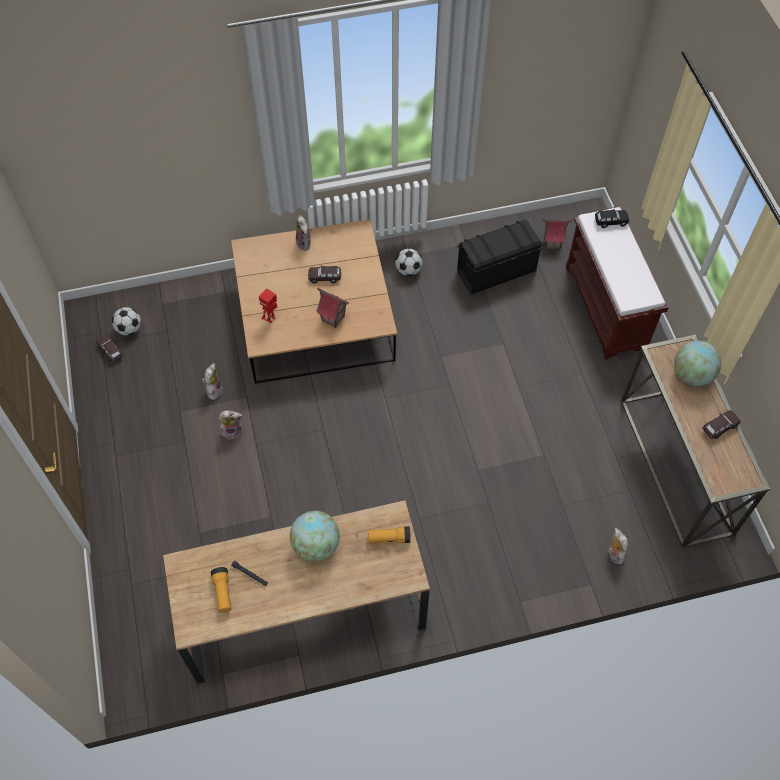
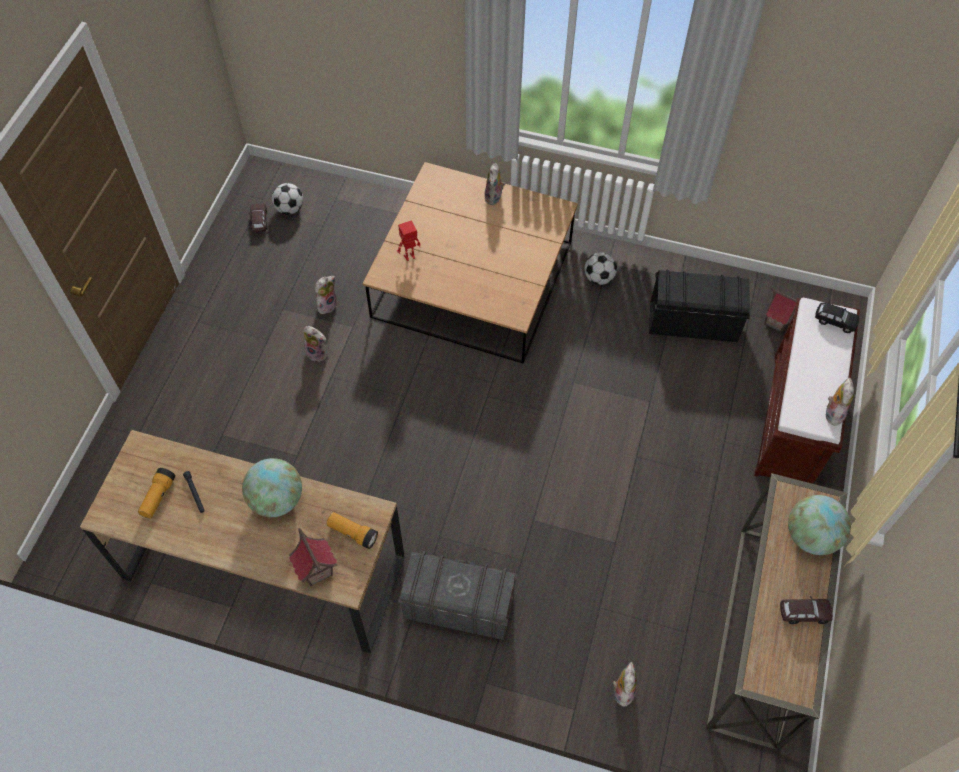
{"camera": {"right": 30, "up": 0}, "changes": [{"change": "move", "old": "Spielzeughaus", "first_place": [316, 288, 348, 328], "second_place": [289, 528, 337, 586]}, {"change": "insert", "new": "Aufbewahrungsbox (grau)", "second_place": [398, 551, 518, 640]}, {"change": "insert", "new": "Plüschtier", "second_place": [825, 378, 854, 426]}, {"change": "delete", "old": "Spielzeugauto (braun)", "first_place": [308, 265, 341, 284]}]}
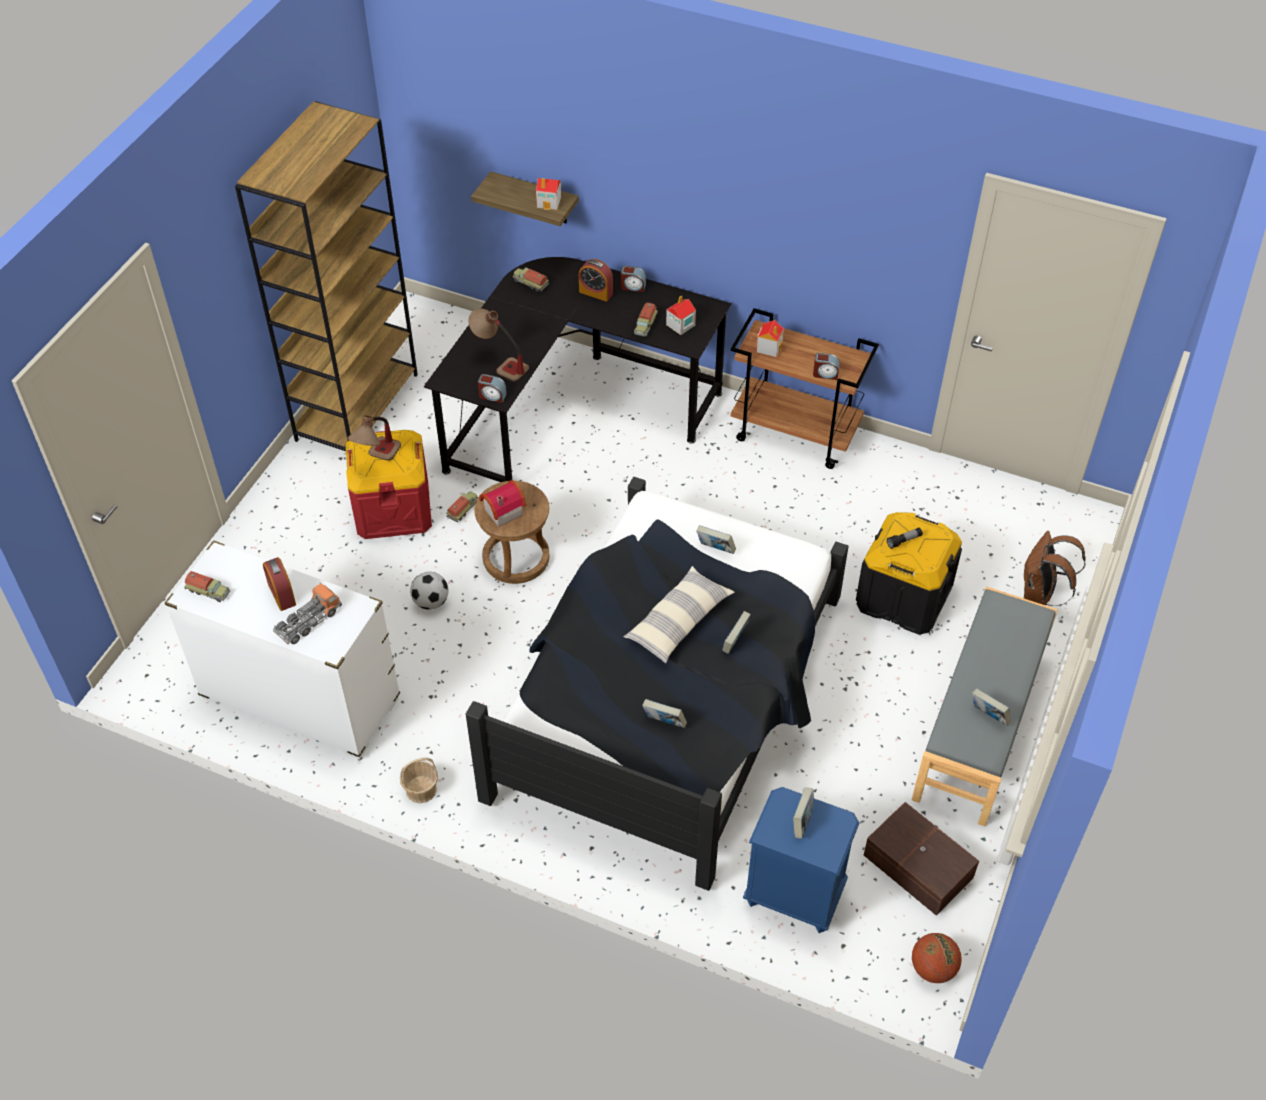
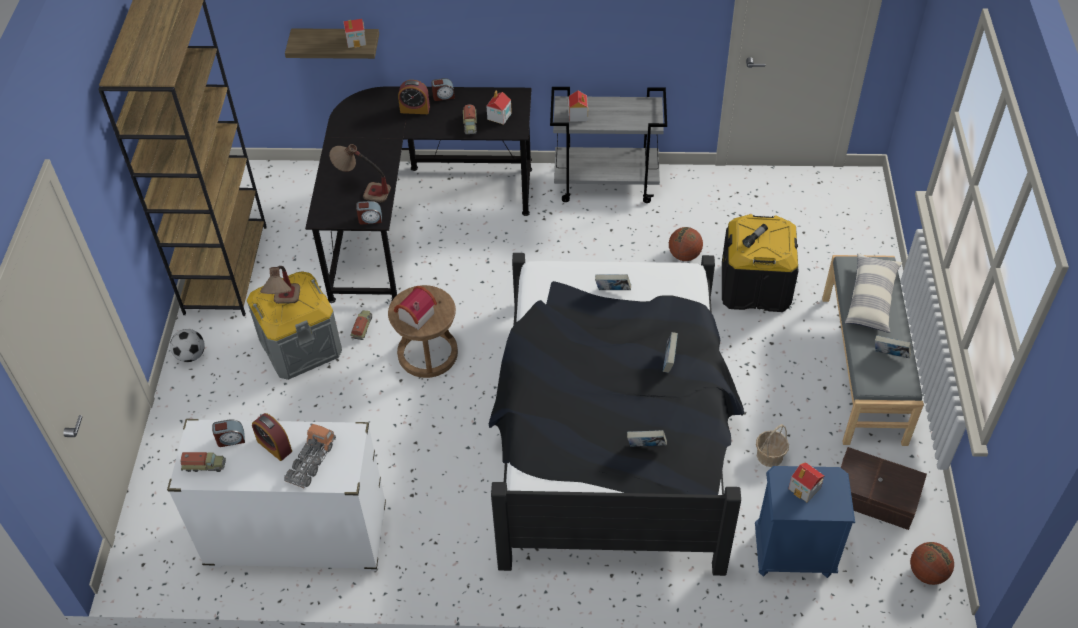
{"camera": {"right": -20, "up": 0}, "changes": [{"change": "move", "old": "Fußball", "first_place": [410, 572, 448, 610], "second_place": [170, 329, 205, 362]}, {"change": "move", "old": "Wecker", "first_place": [813, 353, 840, 380], "second_place": [212, 419, 245, 447]}, {"change": "recolor", "old": "Aufbewahrungsbox (rot)", "new": "Aufbewahrungsbox (grau)", "first_place": [346, 430, 432, 539], "second_place": [247, 271, 342, 380]}, {"change": "recolor", "old": "Rollwagen (braun)", "new": "Rollwagen (grau)", "first_place": [731, 308, 879, 469], "second_place": [550, 87, 667, 203]}, {"change": "insert", "new": "Basketball", "second_place": [669, 227, 703, 261]}, {"change": "move", "old": "Korb", "first_place": [400, 758, 438, 803], "second_place": [756, 424, 789, 467]}, {"change": "replace", "old": "Buch", "new": "Spielzeughaus", "first_place": [793, 787, 814, 839], "second_place": [788, 462, 824, 502]}, {"change": "move", "old": "Kissen", "first_place": [624, 566, 735, 664], "second_place": [845, 253, 902, 333]}, {"change": "delete", "old": "Spielzeuglaster", "first_place": [513, 267, 549, 292]}, {"change": "delete", "old": "Rucksack (braun)", "first_place": [1024, 531, 1086, 606]}]}
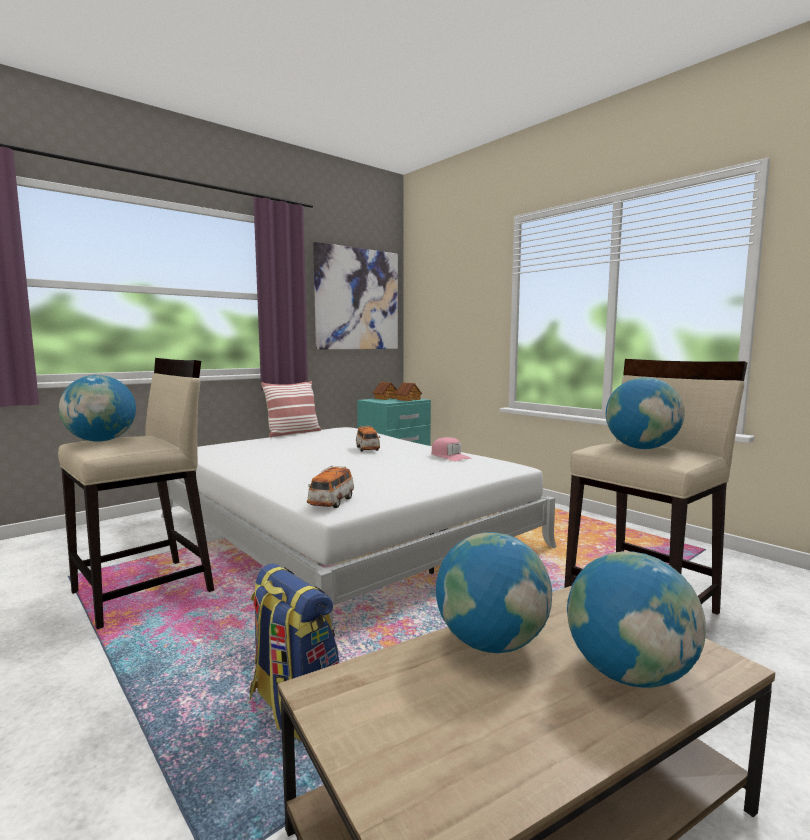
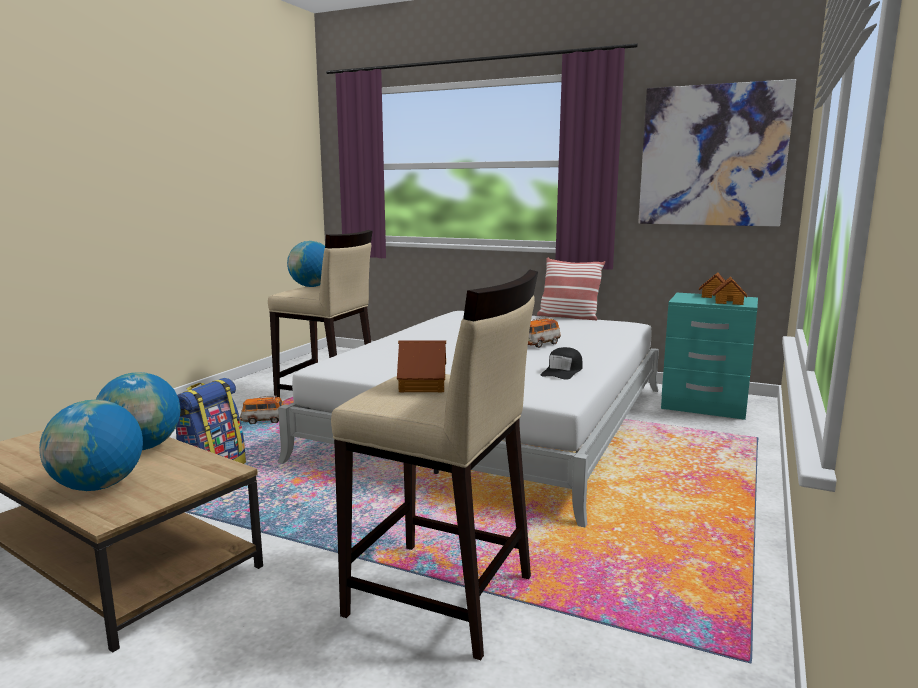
{"camera": {"right": 65, "up": 5}, "changes": [{"change": "move", "old": "Spielzeugauto", "first_place": [307, 466, 354, 508], "second_place": [240, 396, 284, 424]}, {"change": "replace", "old": "Globus", "new": "Spielzeughaus", "first_place": [606, 377, 685, 449], "second_place": [397, 340, 446, 393]}, {"change": "recolor", "old": "Kappe (rosa)", "new": "Kappe (schwarz)", "first_place": [431, 437, 471, 461], "second_place": [541, 347, 582, 380]}]}
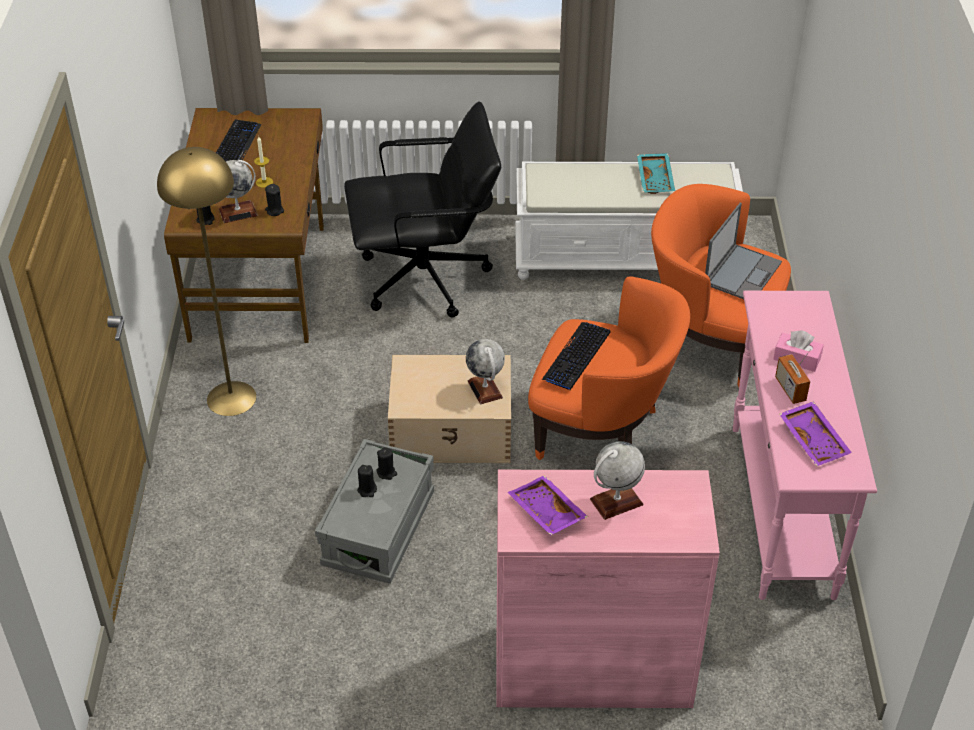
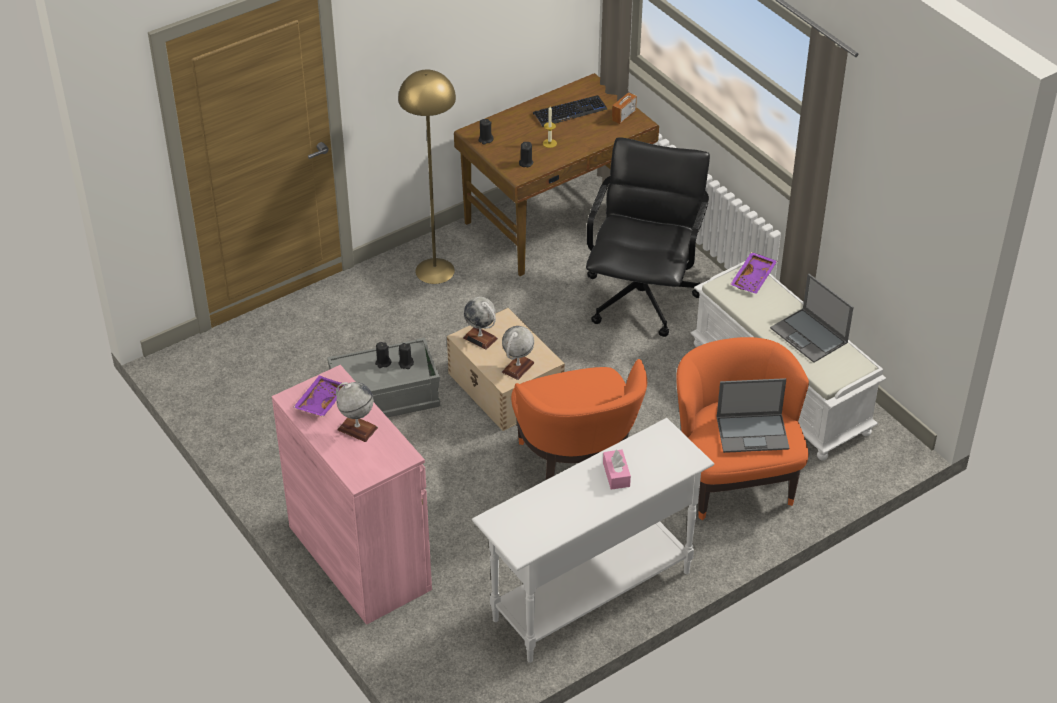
{"camera": {"right": 55, "up": 0}, "changes": [{"change": "move", "old": "Globus", "first_place": [219, 160, 258, 223], "second_place": [463, 297, 498, 350]}, {"change": "recolor", "old": "Konsolentisch (rosa)", "new": "Konsolentisch (weiß)", "first_place": [733, 291, 877, 600], "second_place": [472, 418, 714, 663]}, {"change": "rotate", "old": "Bürostuhl (schwarz)", "first_place": [344, 101, 501, 317], "second_place": [586, 137, 710, 337], "degrees": -120}, {"change": "move", "old": "Radio", "first_place": [775, 349, 811, 404], "second_place": [612, 87, 637, 124]}, {"change": "move", "old": "Tablett (lila)", "first_place": [779, 401, 852, 466], "second_place": [730, 252, 777, 294]}, {"change": "replace", "old": "Tablett (türkis)", "new": "Laptop", "first_place": [637, 153, 675, 194], "second_place": [770, 273, 853, 363]}, {"change": "delete", "old": "Tastatur", "first_place": [542, 322, 610, 391]}]}
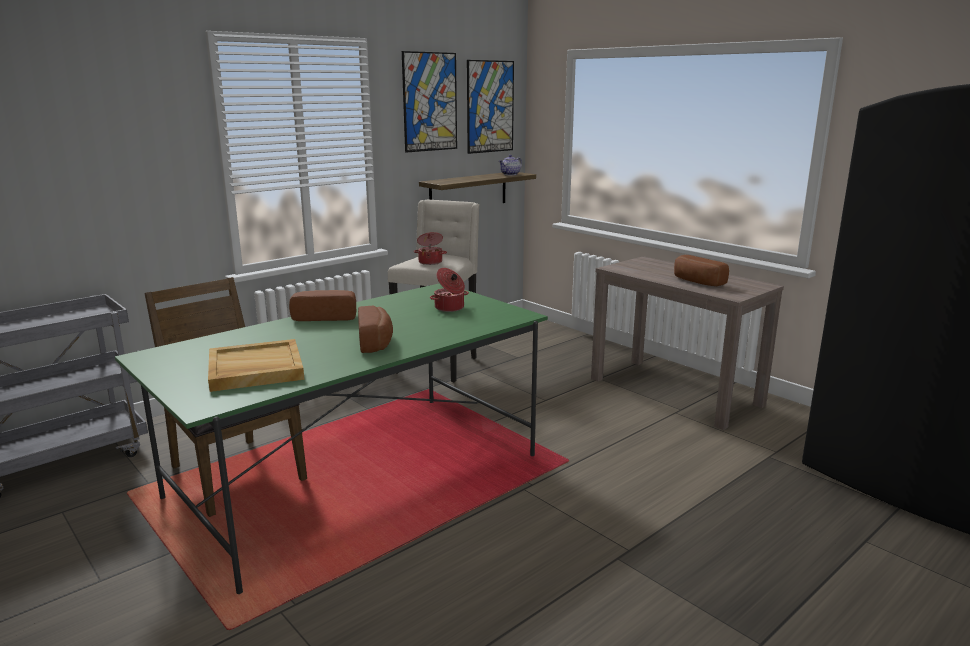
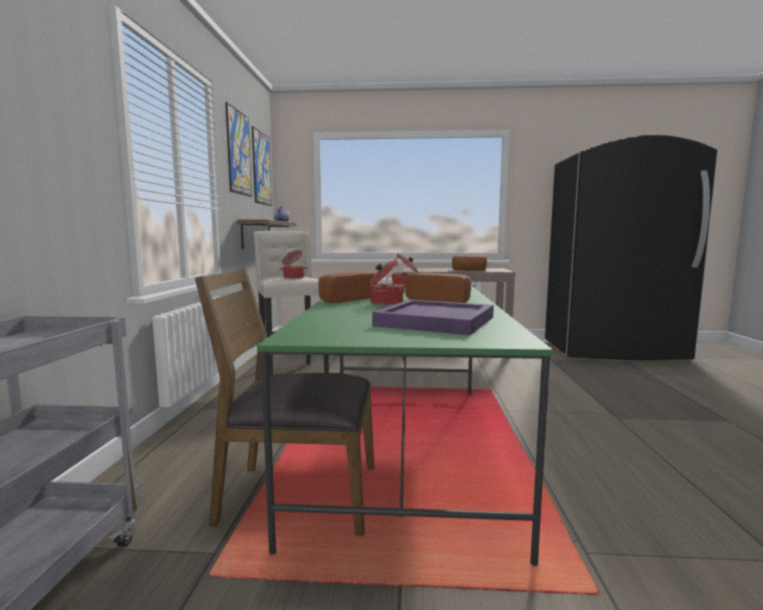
{"camera": {"right": -45, "up": -10}, "changes": [{"change": "insert", "new": "Kochtopf", "second_place": [370, 259, 404, 306]}, {"change": "recolor", "old": "Tablett (beige)", "new": "Tablett (lila)", "first_place": [208, 339, 304, 392], "second_place": [372, 300, 494, 335]}]}
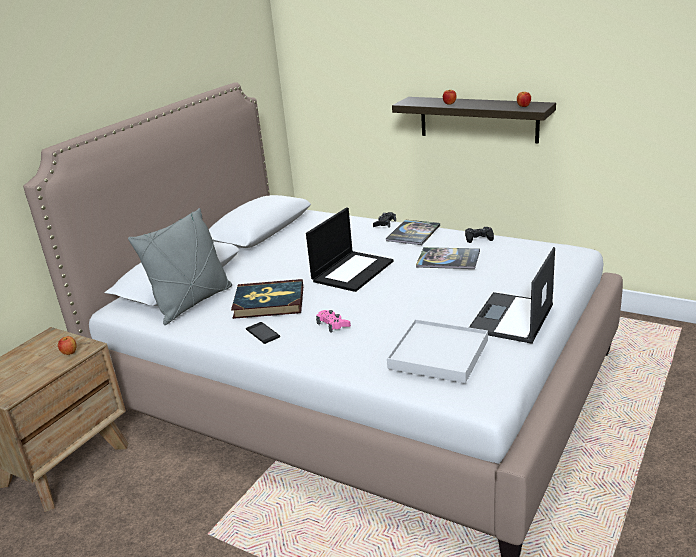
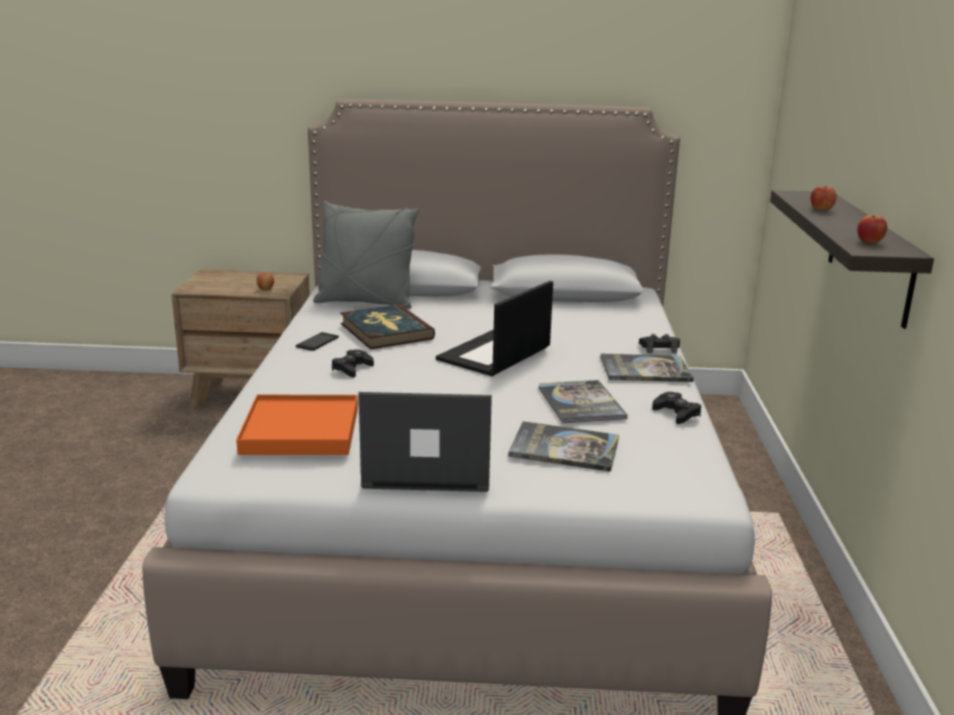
{"camera": {"right": 60, "up": -5}, "changes": [{"change": "recolor", "old": "Tablett (weiß)", "new": "Tablett (orange)", "first_place": [387, 319, 488, 384], "second_place": [236, 395, 358, 455]}, {"change": "recolor", "old": "Gamepad (rosa)", "new": "Gamepad (schwarz)", "first_place": [316, 310, 351, 333], "second_place": [332, 349, 374, 377]}, {"change": "rotate", "old": "Laptop", "first_place": [306, 208, 393, 292], "second_place": [436, 281, 553, 376], "degrees": 120}, {"change": "insert", "new": "Buch", "second_place": [508, 421, 619, 472]}]}
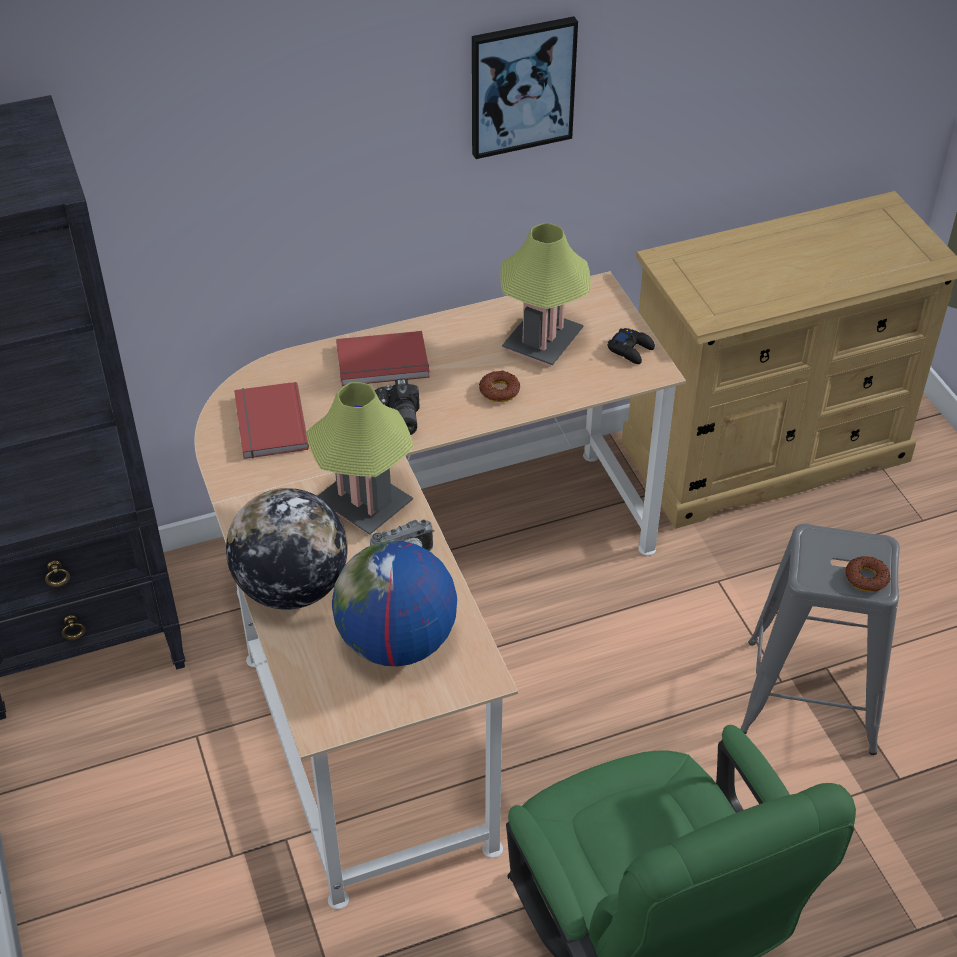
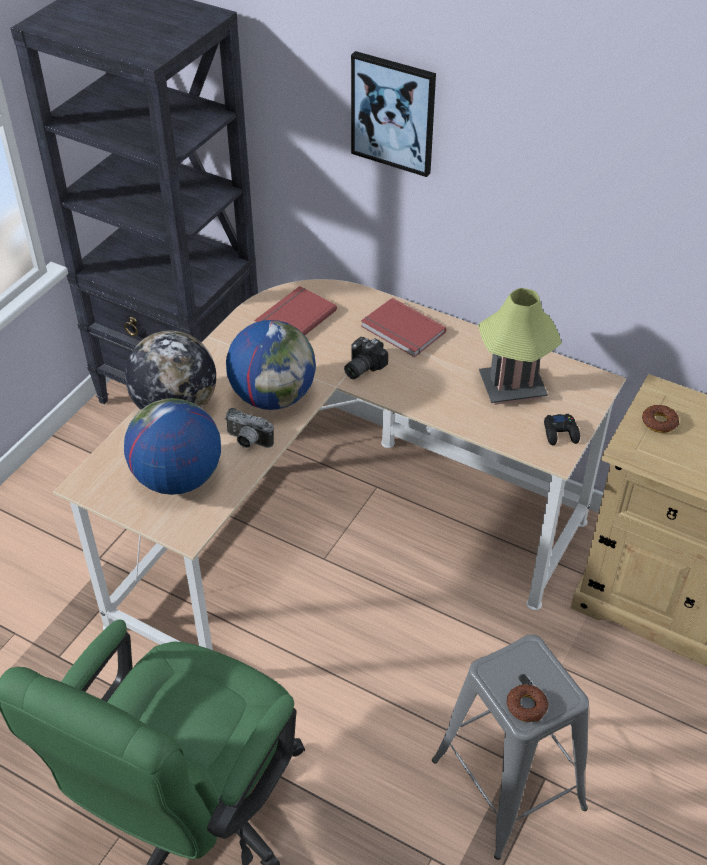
{"camera": {"right": 50, "up": 0}, "changes": [{"change": "replace", "old": "Tischlampe", "new": "Globus", "first_place": [306, 382, 414, 535], "second_place": [226, 320, 316, 410]}, {"change": "move", "old": "Bild", "first_place": [472, 16, 578, 159], "second_place": [351, 51, 436, 177]}, {"change": "move", "old": "Donut", "first_place": [479, 371, 520, 402], "second_place": [642, 405, 679, 433]}]}
